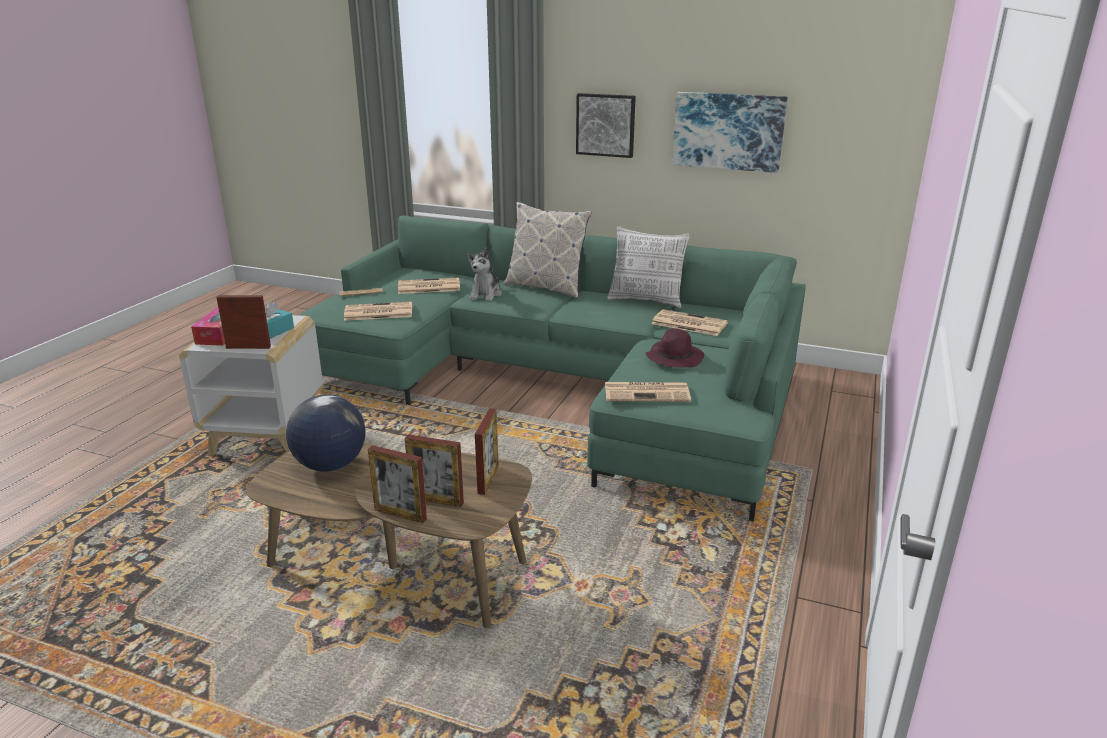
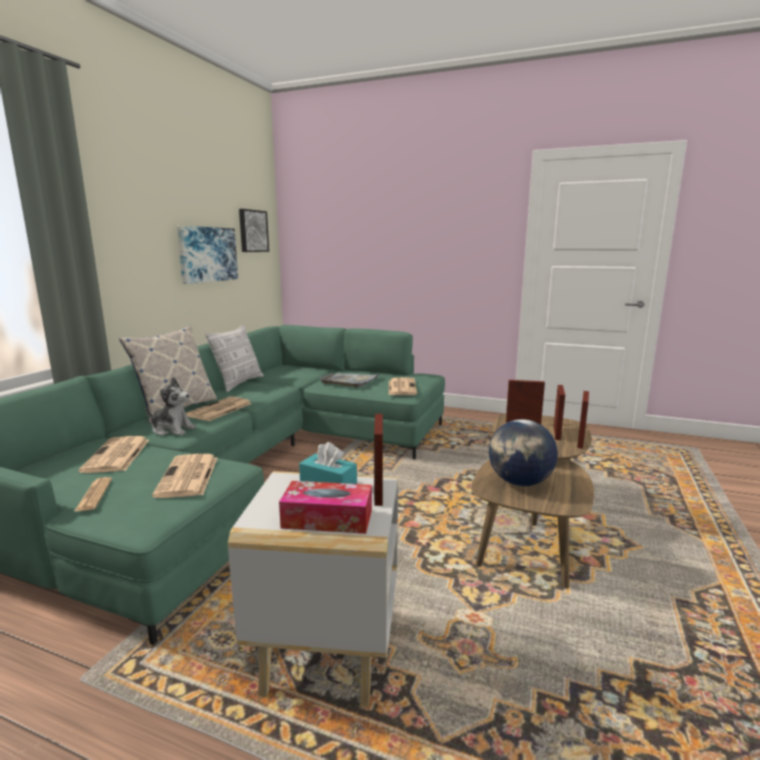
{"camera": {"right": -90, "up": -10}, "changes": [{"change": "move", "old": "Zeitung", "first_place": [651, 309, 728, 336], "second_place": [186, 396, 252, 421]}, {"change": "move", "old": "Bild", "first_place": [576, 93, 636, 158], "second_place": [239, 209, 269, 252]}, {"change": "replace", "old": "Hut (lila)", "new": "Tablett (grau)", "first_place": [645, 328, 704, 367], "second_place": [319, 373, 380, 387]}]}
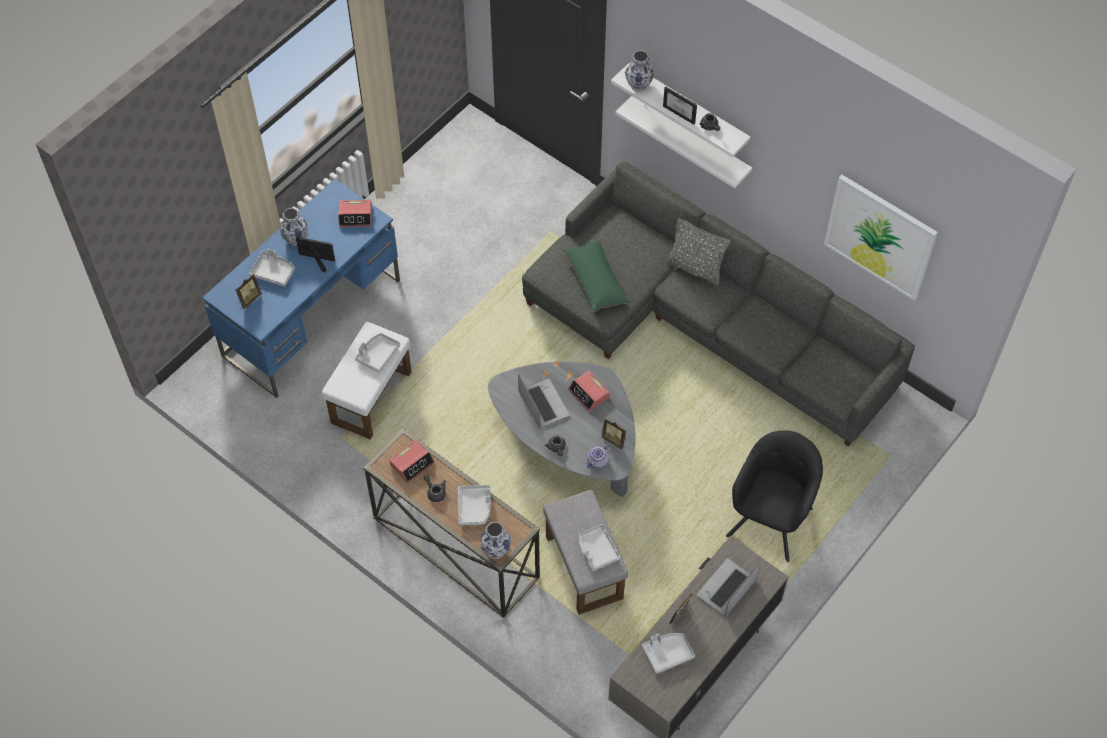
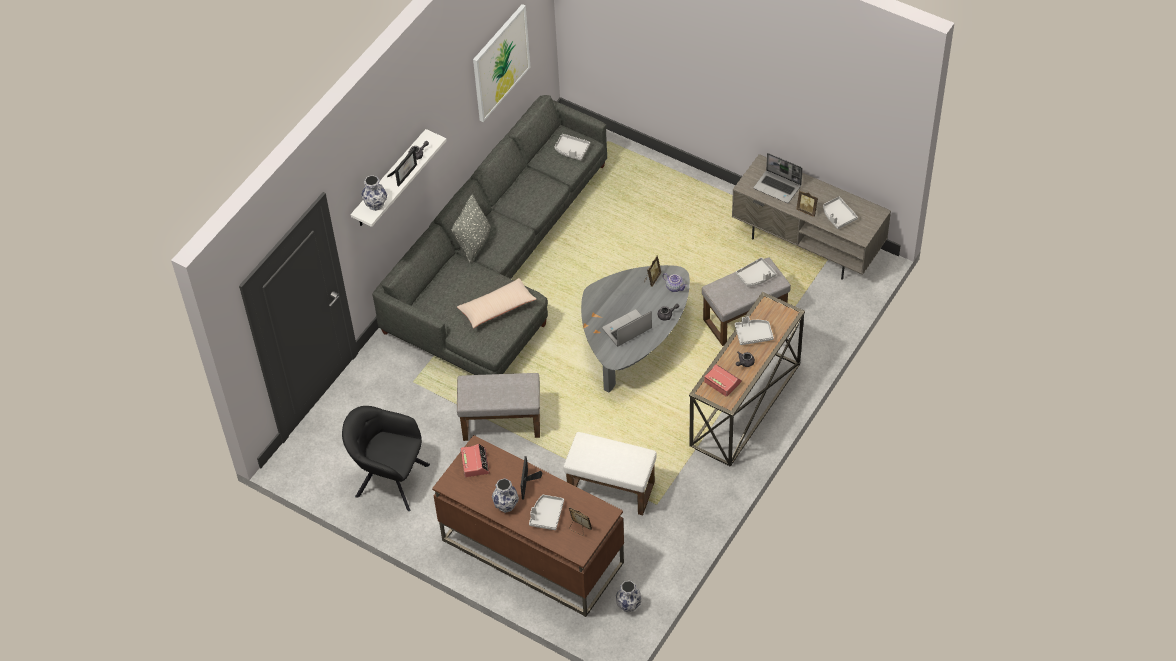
{"camera": {"right": -95, "up": -5}, "changes": [{"change": "move", "old": "Sessel (schwarz)", "first_place": [726, 430, 823, 562], "second_place": [342, 406, 430, 511]}, {"change": "recolor", "old": "Schreibtisch (blau)", "new": "Schreibtisch (braun)", "first_place": [202, 179, 400, 398], "second_place": [432, 435, 624, 617]}, {"change": "recolor", "old": "Kissen (grün)", "new": "Kissen (beige)", "first_place": [562, 240, 631, 312], "second_place": [457, 278, 536, 328]}, {"change": "insert", "new": "Polsterhocker (grau)", "second_place": [457, 373, 540, 441]}, {"change": "move", "old": "Tablett (grau)", "first_place": [355, 333, 400, 373], "second_place": [554, 134, 590, 160]}, {"change": "move", "old": "Vase", "first_place": [480, 522, 511, 559], "second_place": [616, 581, 641, 613]}, {"change": "delete", "old": "Wecker", "first_place": [568, 371, 610, 412]}, {"change": "delete", "old": "Wandregal (weiß)", "first_place": [615, 96, 752, 188]}]}
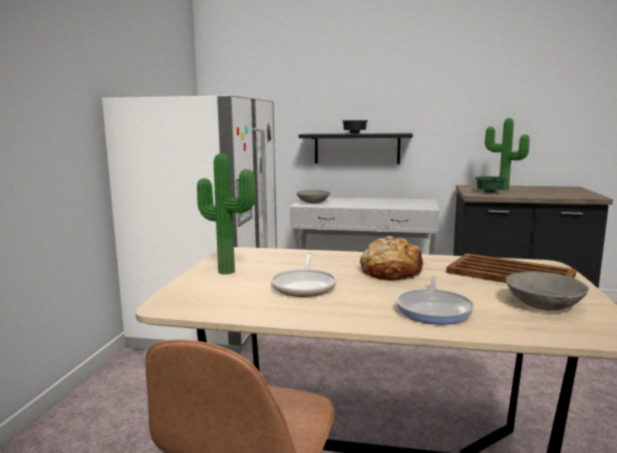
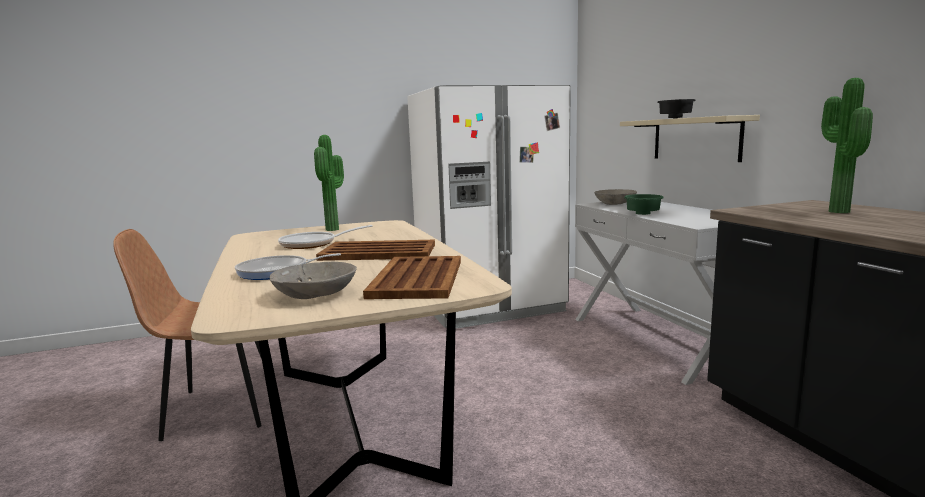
{"camera": {"right": 60, "up": 0}, "changes": [{"change": "replace", "old": "Brot", "new": "Tablett (braun)", "first_place": [360, 236, 425, 281], "second_place": [316, 240, 435, 261]}, {"change": "recolor", "old": "Wandregal (schwarz)", "new": "Wandregal (beige)", "first_place": [299, 133, 413, 164], "second_place": [620, 115, 760, 162]}, {"change": "move", "old": "Schüssel (grün)", "first_place": [475, 176, 506, 193], "second_place": [624, 194, 663, 215]}]}
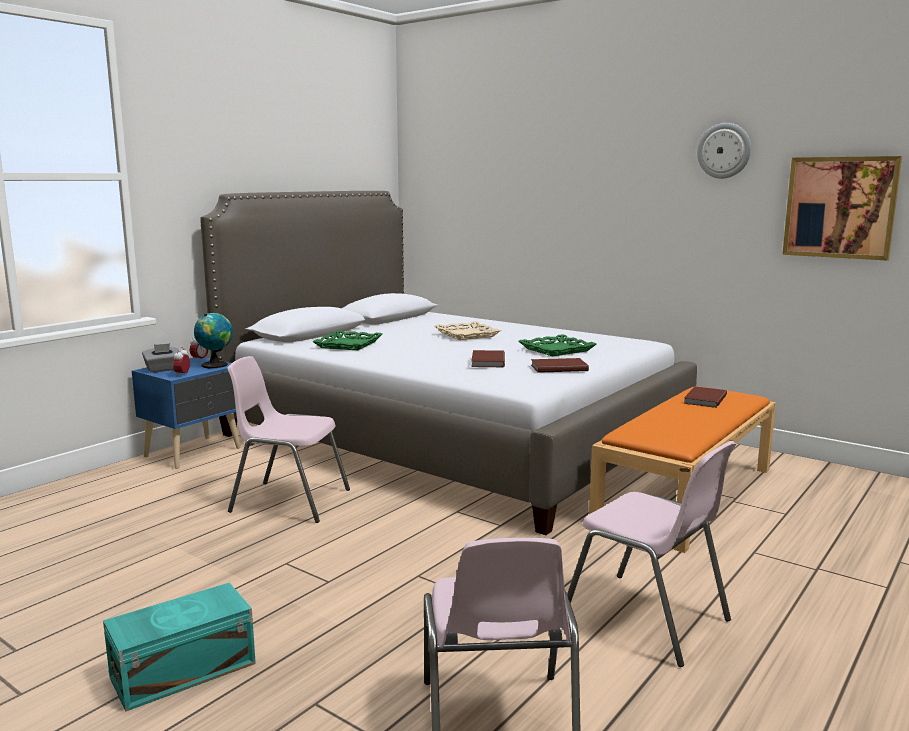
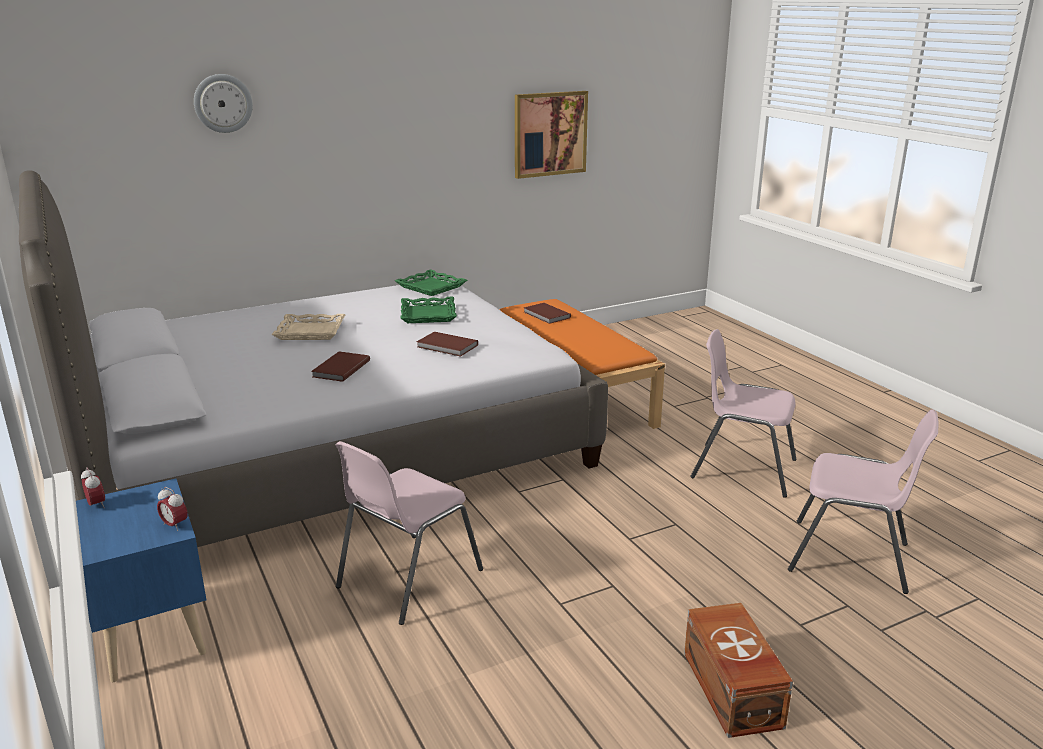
{"camera": {"right": -65, "up": 10}, "changes": [{"change": "move", "old": "Wanduhr", "first_place": [697, 123, 751, 179], "second_place": [194, 74, 253, 133]}, {"change": "move", "old": "Buch (braun)", "first_place": [531, 358, 589, 373], "second_place": [311, 351, 370, 382]}, {"change": "move", "old": "Tablett (grün)", "first_place": [312, 330, 382, 350], "second_place": [395, 269, 467, 296]}, {"change": "recolor", "old": "Aufbewahrungsbox (türkis)", "new": "Aufbewahrungsbox (braun)", "first_place": [103, 583, 256, 712], "second_place": [684, 603, 793, 738]}, {"change": "rotate", "old": "Stuhl (rosa)", "first_place": [567, 441, 736, 667], "second_place": [691, 329, 797, 498], "degrees": -135}, {"change": "delete", "old": "Taschentuchbox (grau)", "first_place": [142, 343, 180, 373]}, {"change": "delete", "old": "Globus", "first_place": [194, 313, 233, 368]}]}
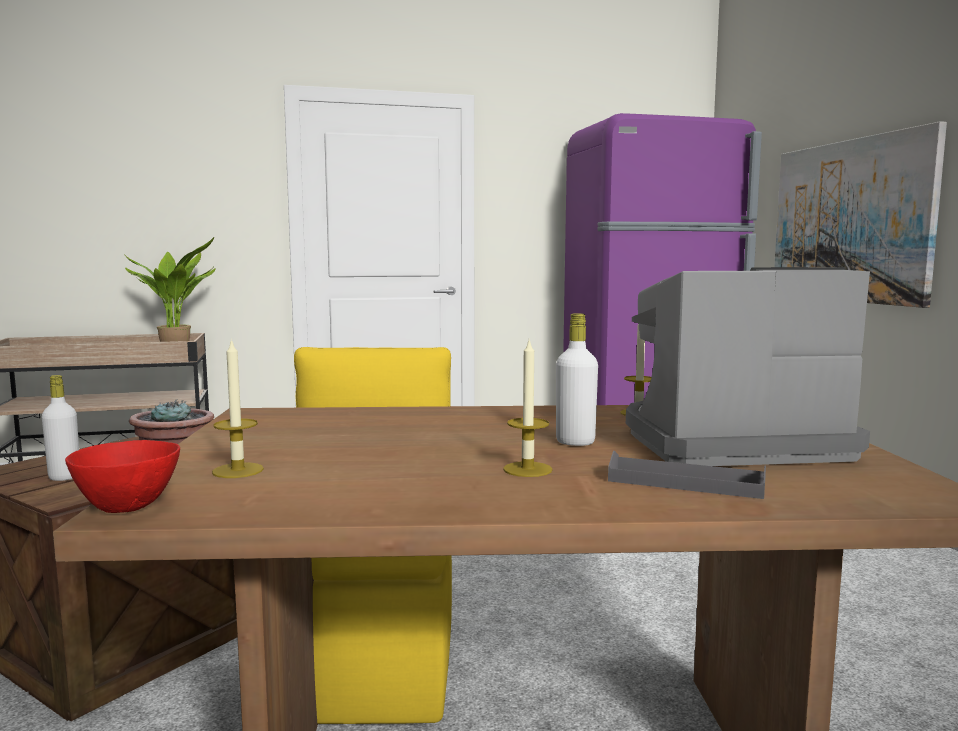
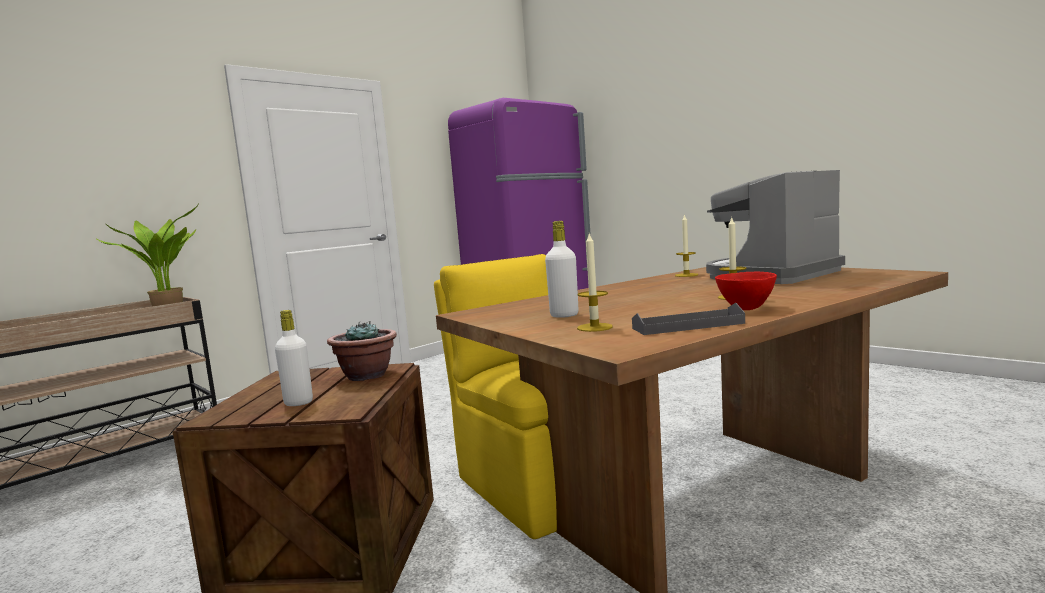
{"camera": {"right": -30, "up": 0}, "changes": [{"change": "move", "old": "Flasche (weiß)", "first_place": [556, 313, 598, 446], "second_place": [545, 221, 579, 318]}, {"change": "move", "old": "Tablett (grau)", "first_place": [608, 451, 766, 499], "second_place": [632, 303, 745, 335]}, {"change": "move", "old": "Schüssel (rot)", "first_place": [65, 440, 180, 513], "second_place": [715, 272, 777, 310]}, {"change": "delete", "old": "Bild", "first_place": [774, 121, 947, 308]}]}
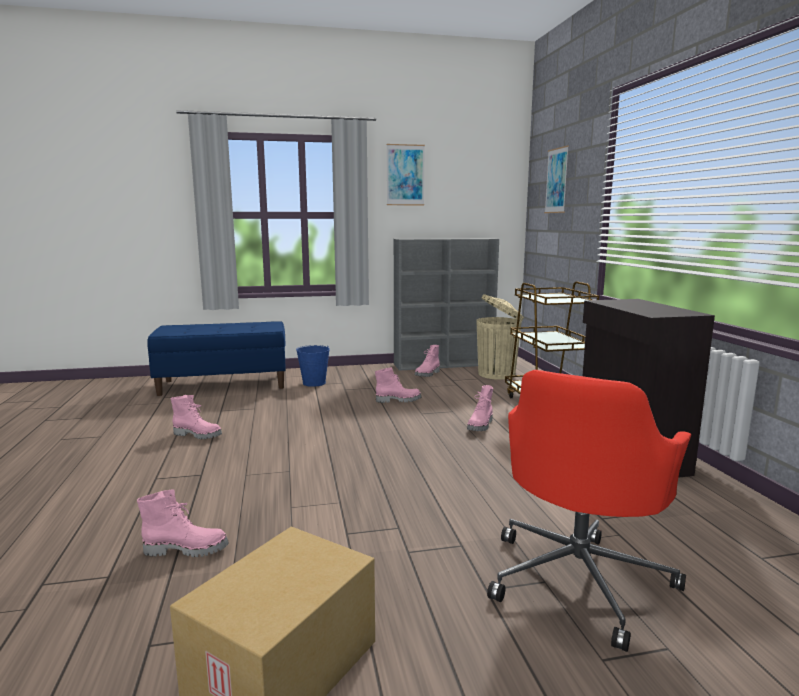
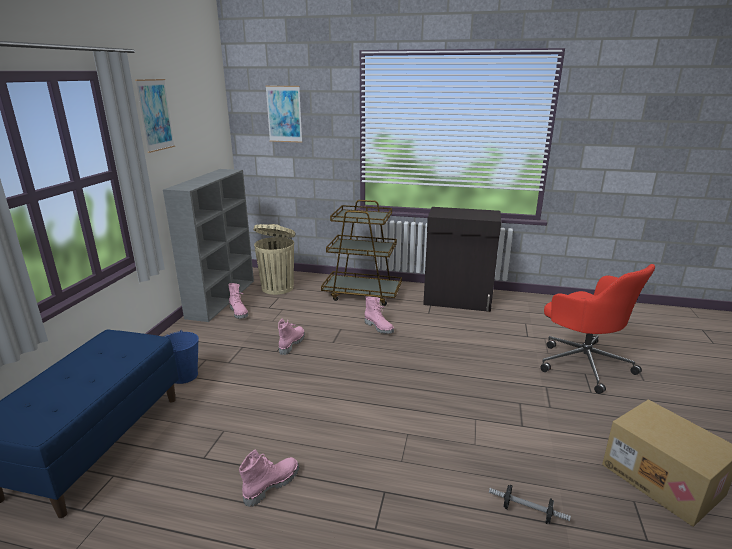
{"camera": {"right": -65, "up": 10}, "changes": [{"change": "replace", "old": "Stiefel (rosa)", "new": "Hantel", "first_place": [137, 489, 229, 557], "second_place": [489, 485, 571, 524]}]}
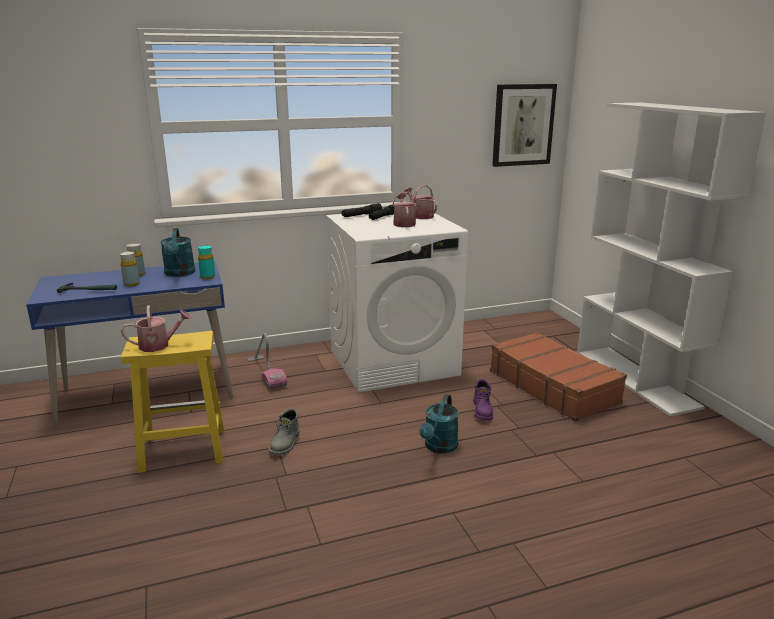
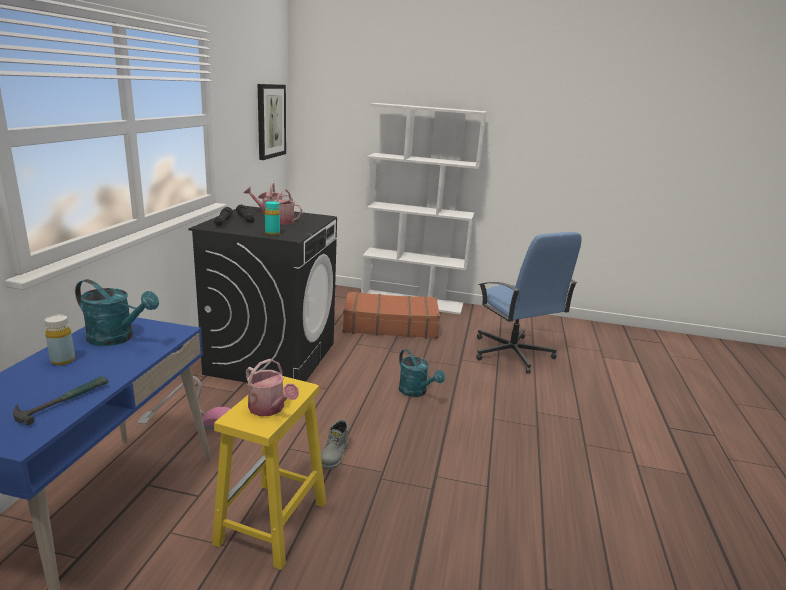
{"camera": {"right": -60, "up": 0}, "changes": [{"change": "recolor", "old": "Waschmaschine (weiß)", "new": "Waschmaschine (schwarz)", "first_place": [326, 214, 468, 393], "second_place": [189, 206, 337, 383]}, {"change": "rotate", "old": "Gießkanne", "first_place": [121, 305, 191, 352], "second_place": [246, 359, 299, 416], "degrees": 120}, {"change": "move", "old": "Flasche (türkis)", "first_place": [198, 245, 215, 279], "second_place": [265, 201, 280, 235]}, {"change": "rotate", "old": "Stiefel (grau)", "first_place": [269, 408, 300, 455], "second_place": [321, 419, 349, 469], "degrees": 60}, {"change": "insert", "new": "Bürostuhl (blau)", "second_place": [476, 232, 582, 374]}, {"change": "delete", "old": "Flasche (gelb)", "first_place": [120, 251, 140, 286]}, {"change": "delete", "old": "Stiefel (lila)", "first_place": [473, 379, 493, 420]}]}
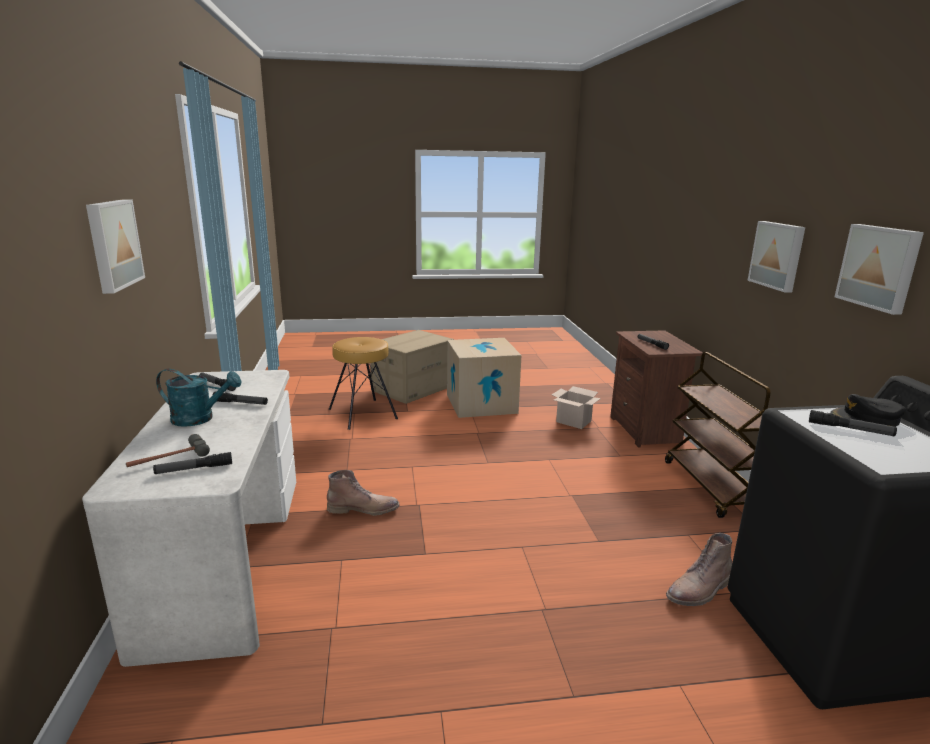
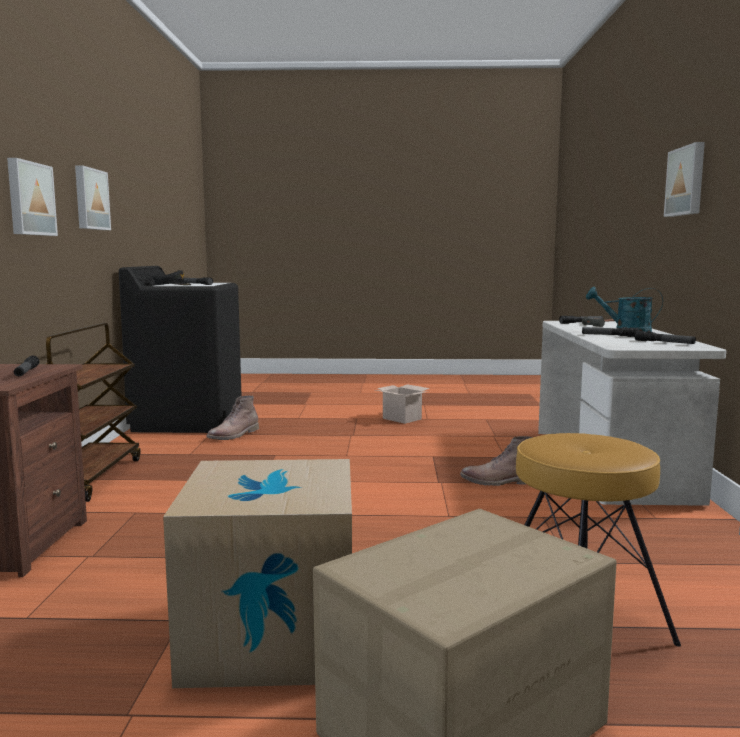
{"camera": {"right": -170, "up": -10}, "changes": [{"change": "rotate", "old": "Stiefel (braun)", "first_place": [666, 533, 732, 606], "second_place": [206, 396, 259, 440], "degrees": 150}, {"change": "move", "old": "Karton", "first_place": [552, 386, 601, 429], "second_place": [375, 384, 430, 424]}]}
